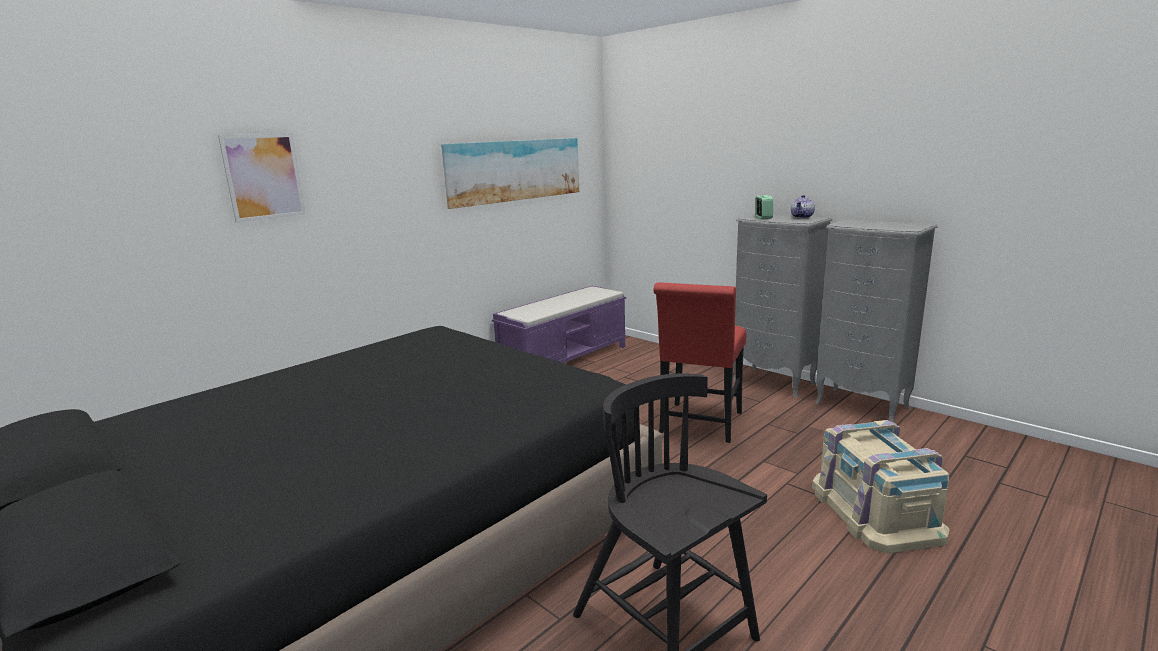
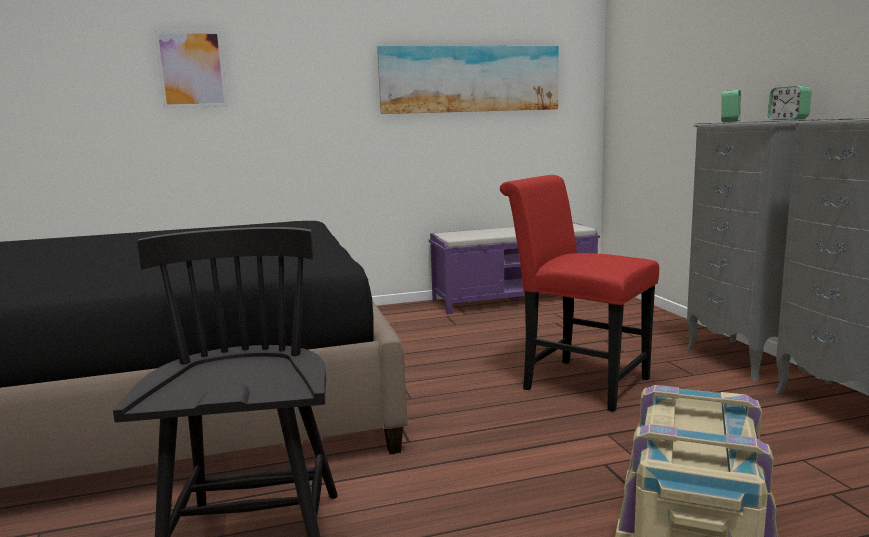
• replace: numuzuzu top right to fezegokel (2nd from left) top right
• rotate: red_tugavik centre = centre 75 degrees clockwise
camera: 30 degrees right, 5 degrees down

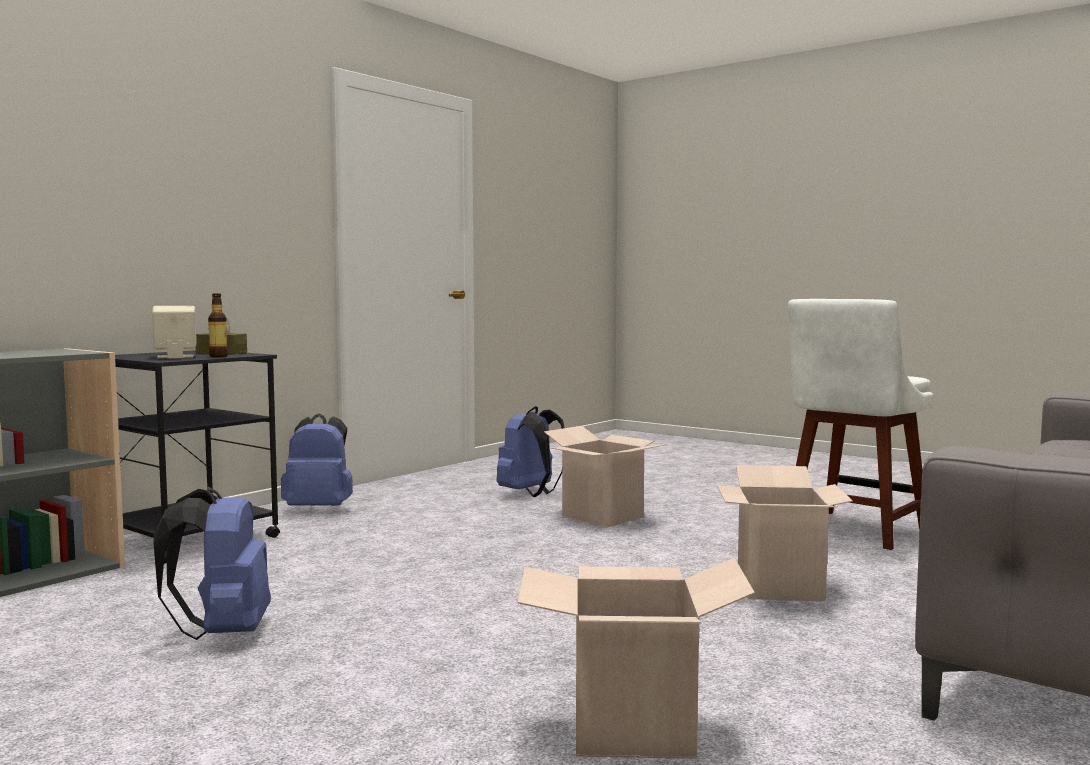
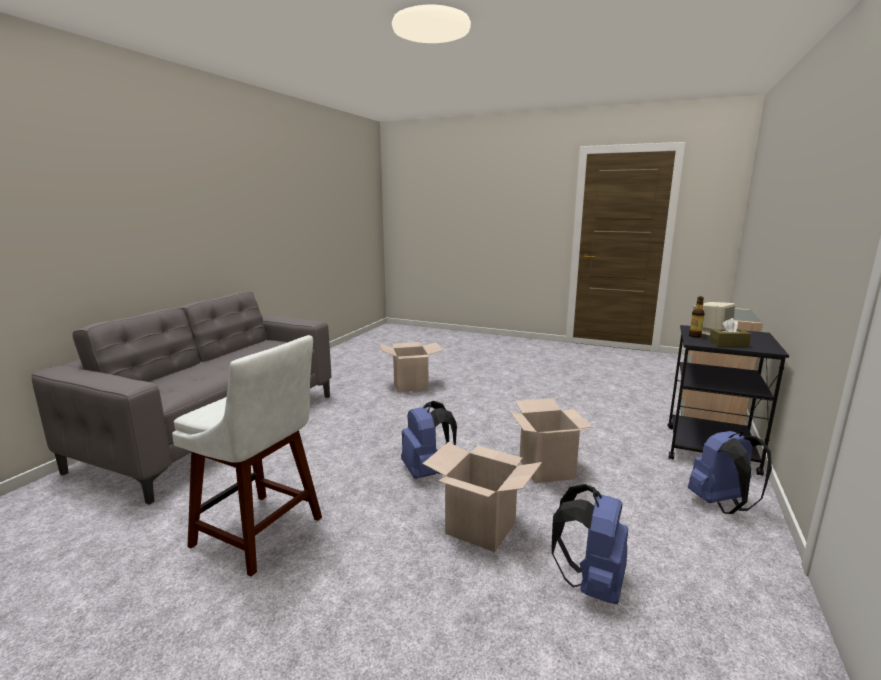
• rotate: white_tugavik middle right = bottom left 90 degrees clockwise
• move: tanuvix (3rd from left) bottom right to centre
• move: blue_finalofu (1st from left) bottom left to centre
camera: 165 degrees right, 10 degrees up

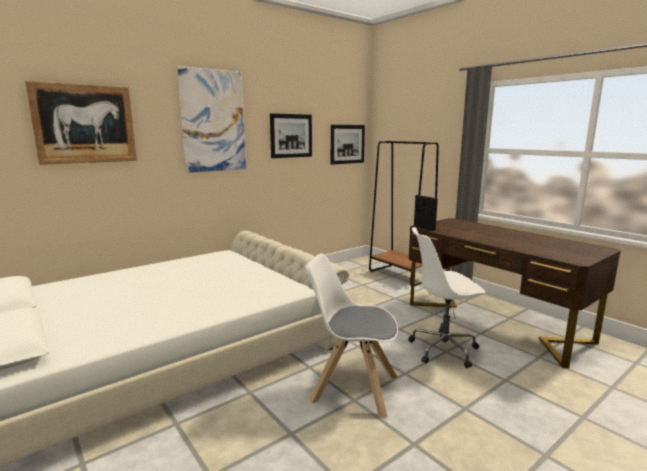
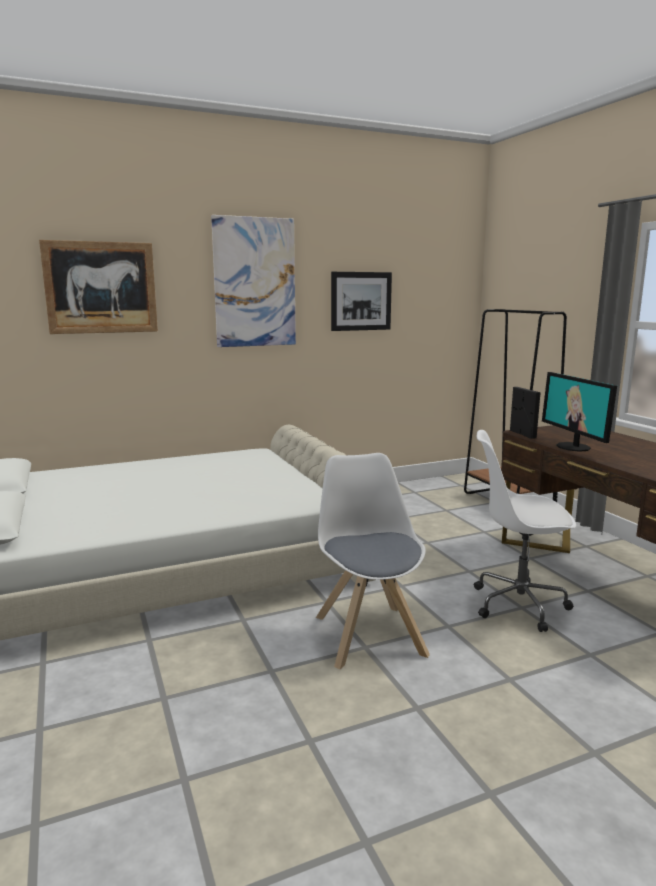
• delete: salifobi (4th from left) top centre
• rotate: tugavik bottom centre = centre 45 degrees clockwise
• insert: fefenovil middle right
camera: 15 degrees right, 0 degrees up

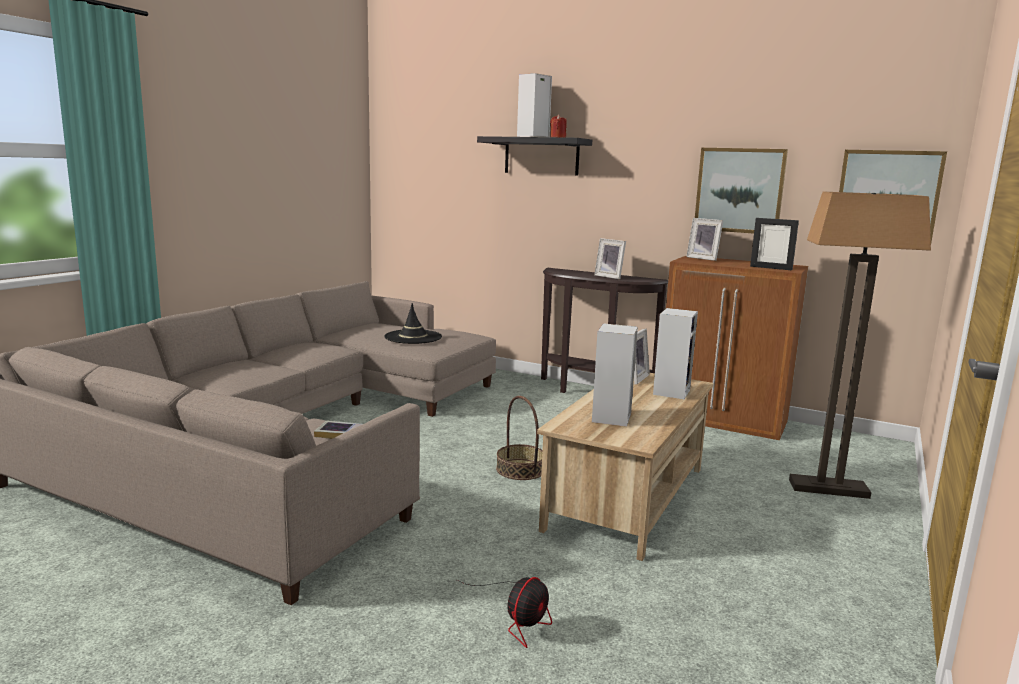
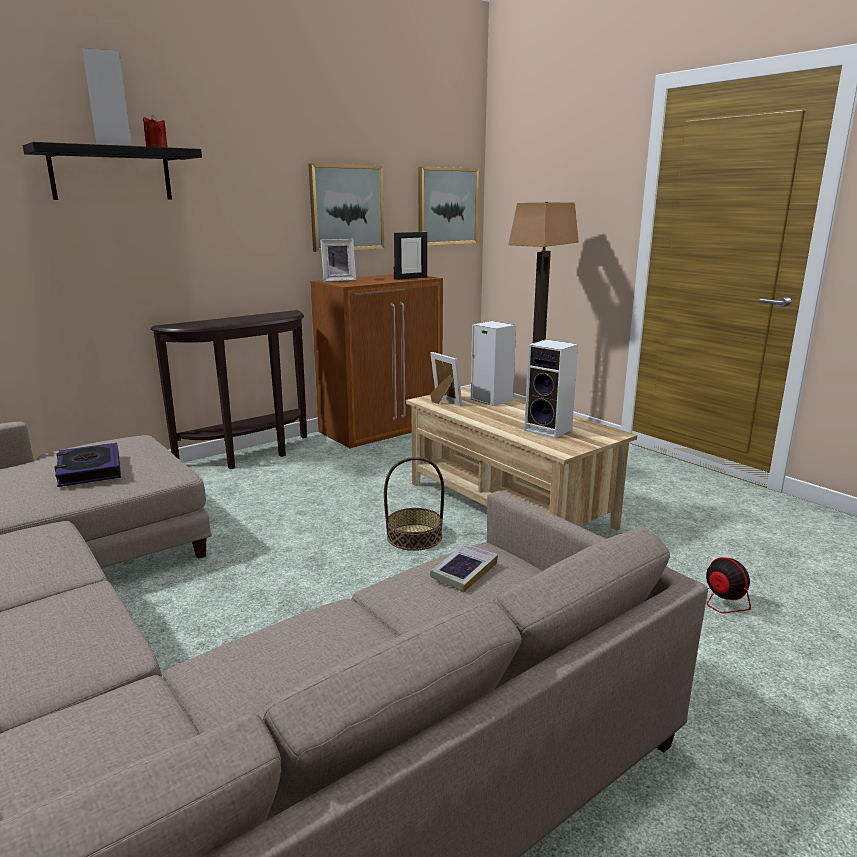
• delete: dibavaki (1st from left) centre
• replace: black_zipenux centre to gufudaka (1st from left) middle left
camera: 65 degrees left, 5 degrees up

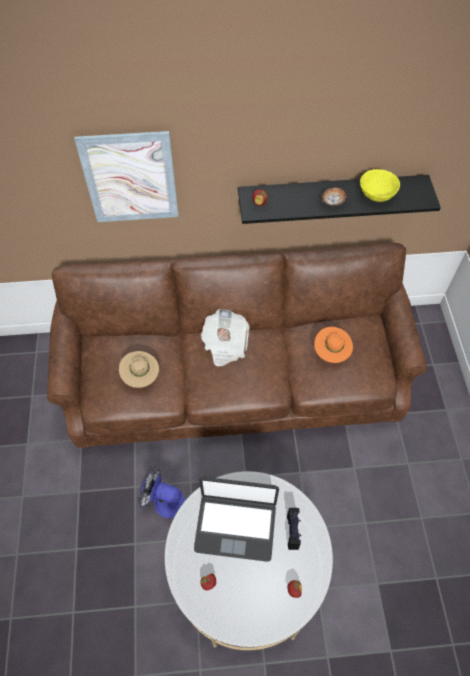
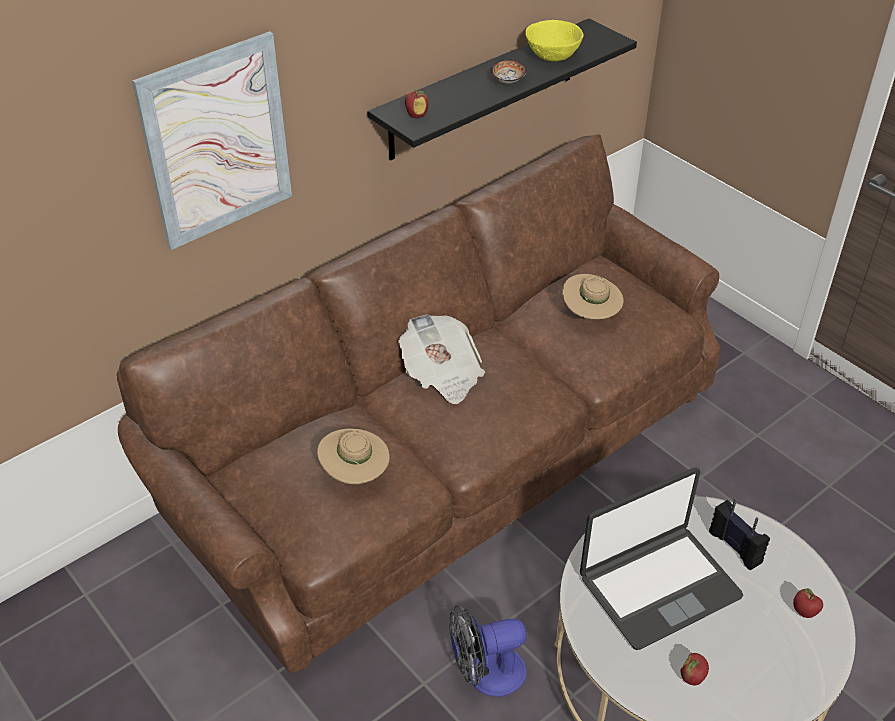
• recolor: orange_zipenux middle right to beige_zipenux (2nd from left) centre
camera: 35 degrees left, 15 degrees down

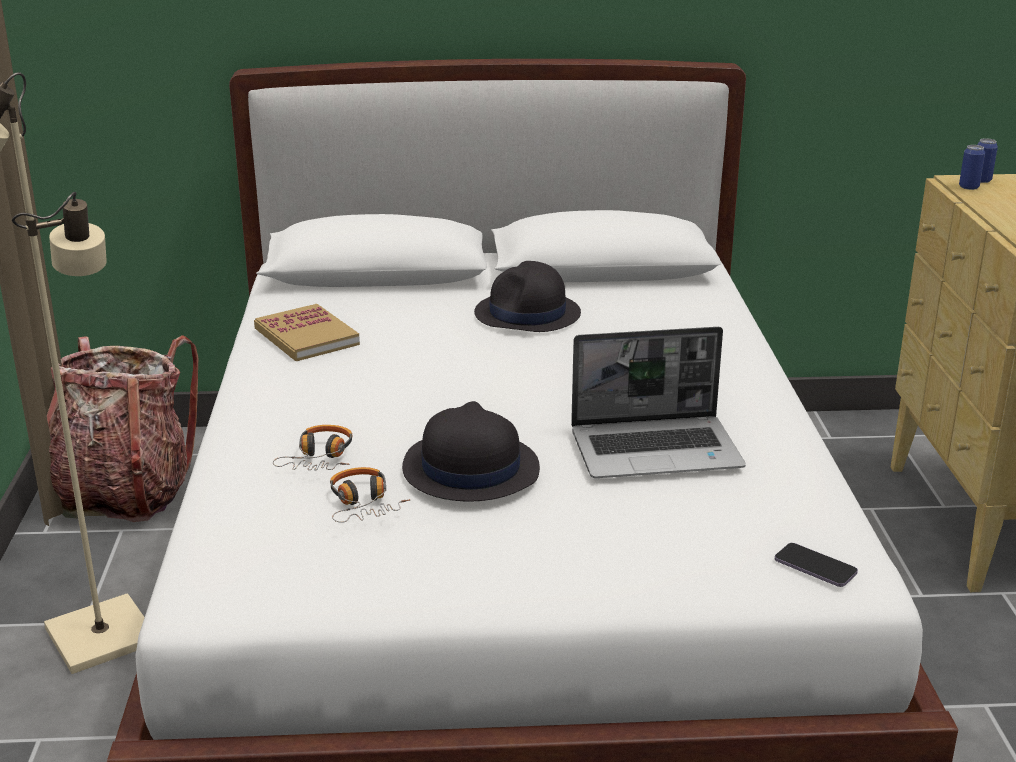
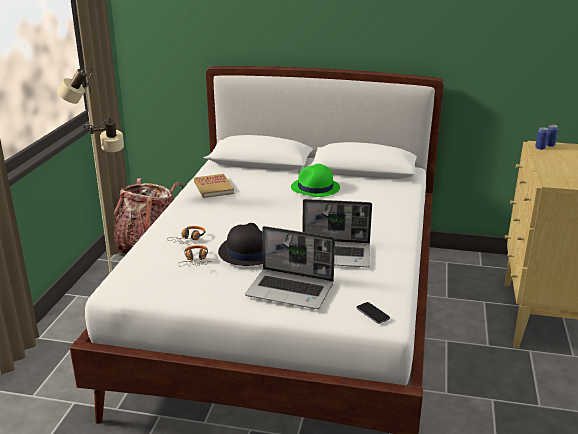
• recolor: black_zipenux (2nd from left) centre to green_zipenux centre
• insert: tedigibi (1st from left) centre
camera: 15 degrees right, 0 degrees up

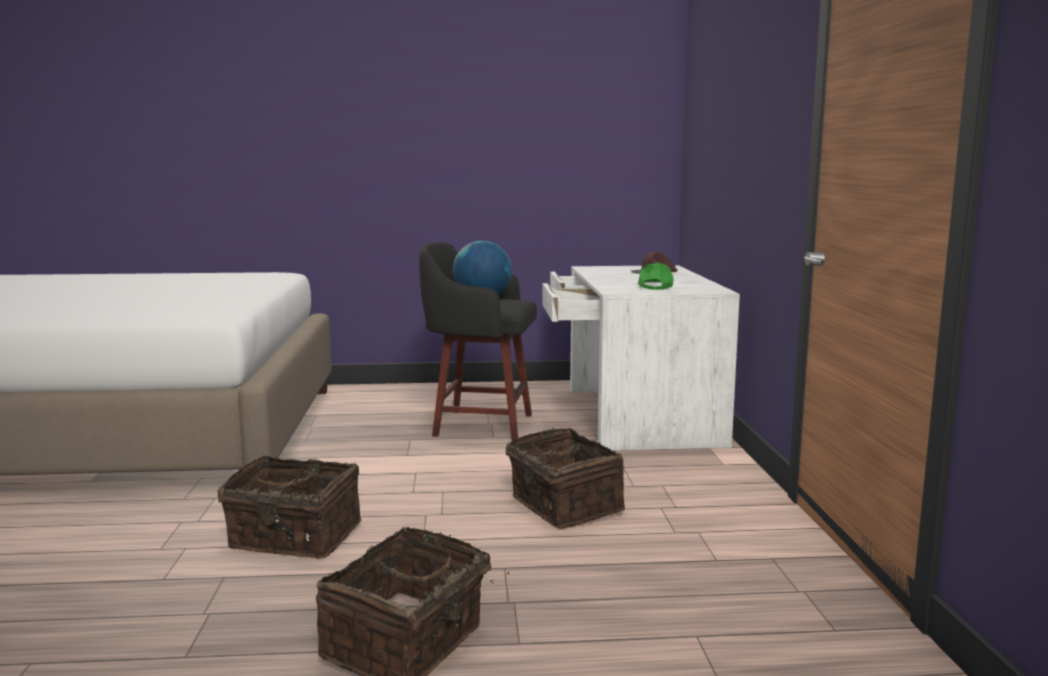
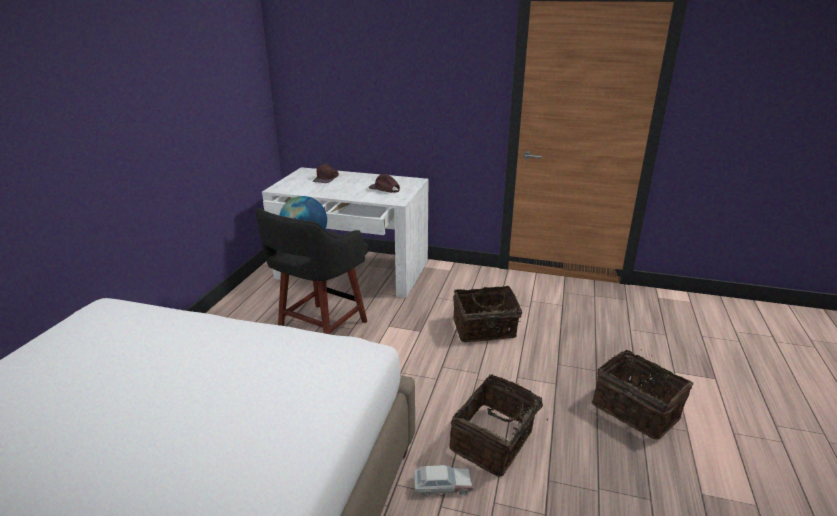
• recolor: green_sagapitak centre to brown_sagapitak (2nd from left) centre
• insert: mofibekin bottom centre
camera: 70 degrees left, 15 degrees up

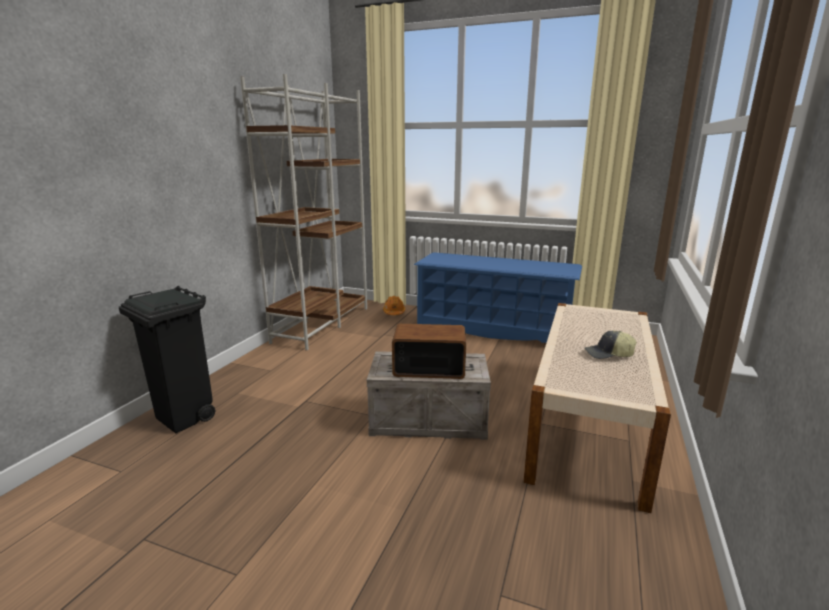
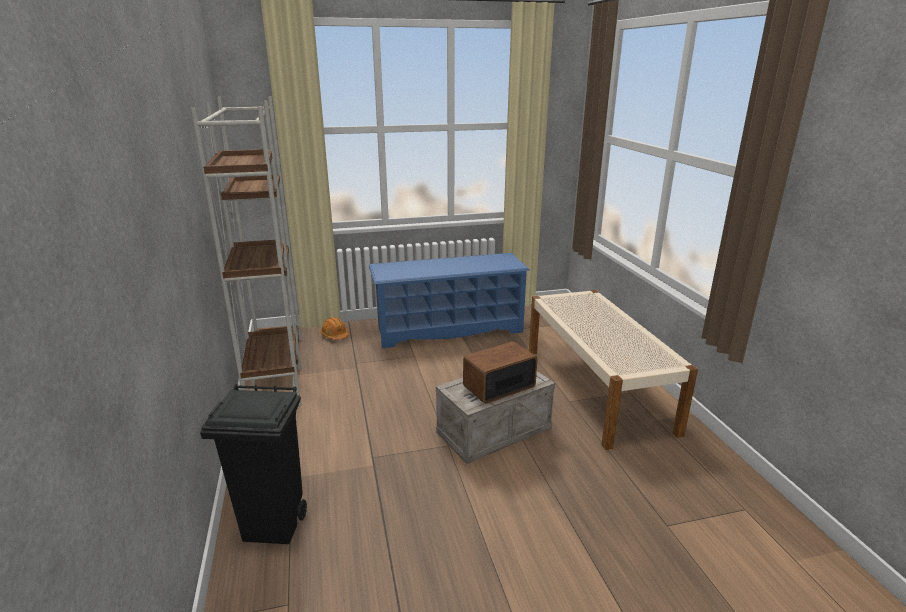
• delete: sagapitak middle right
camera: 35 degrees left, 5 degrees up

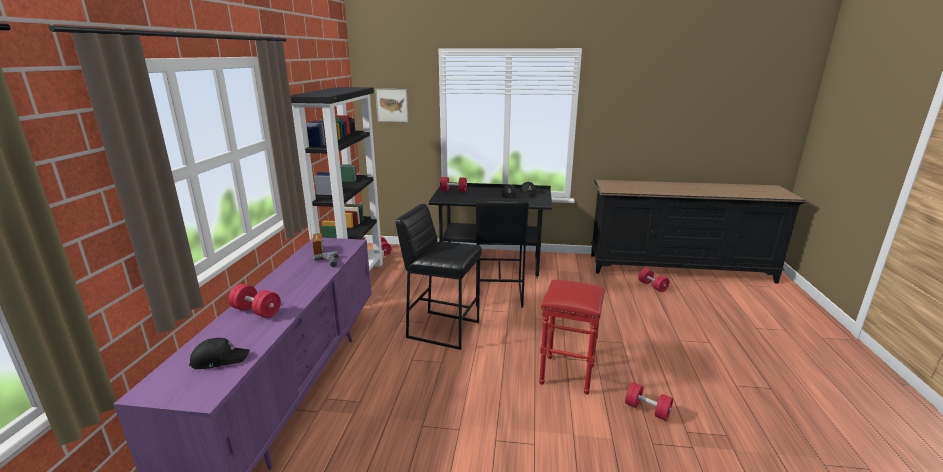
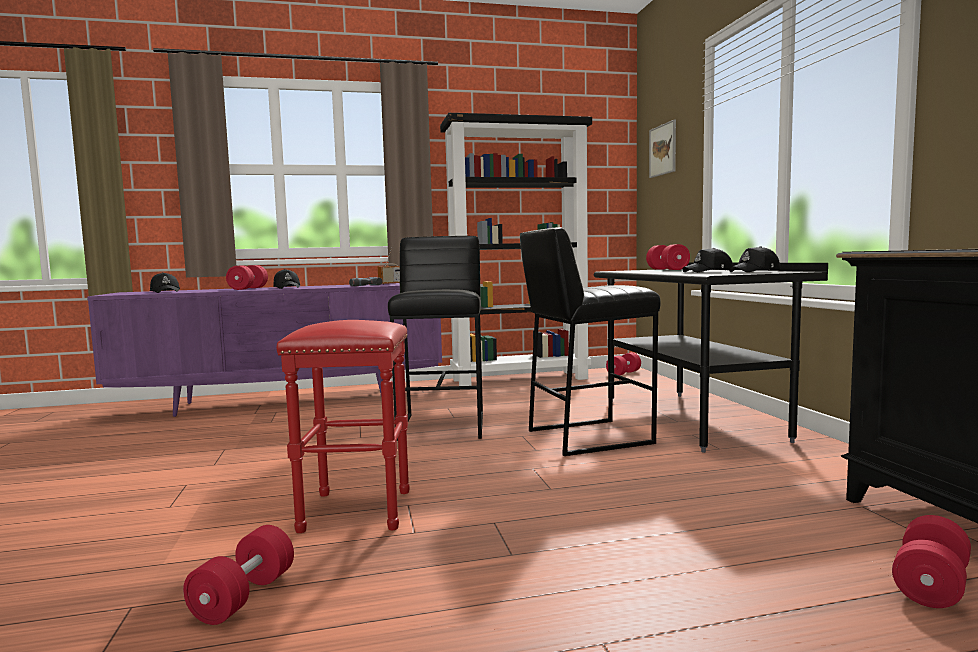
• insert: black_sagapitak (2nd from left) middle left
camera: 70 degrees right, 15 degrees down

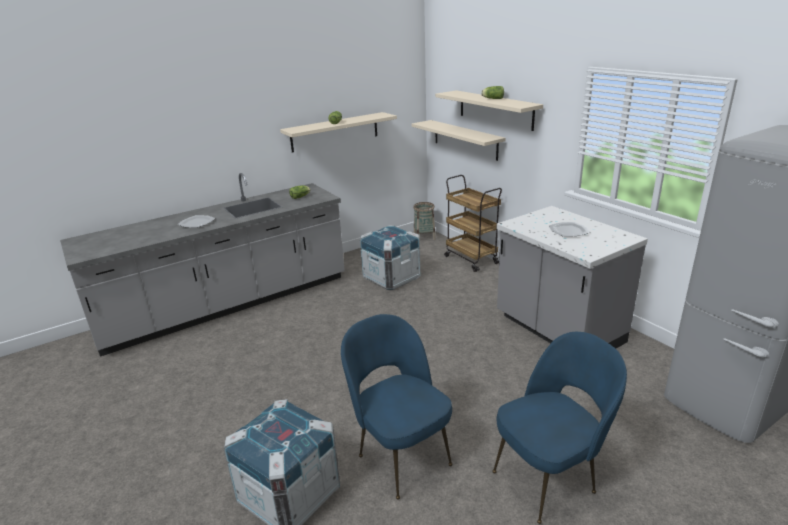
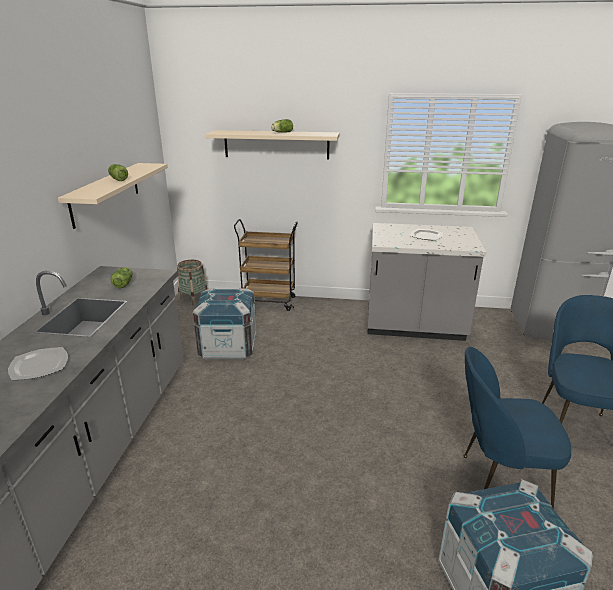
• delete: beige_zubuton (2nd from left) top centre
camera: 50 degrees left, 0 degrees up

